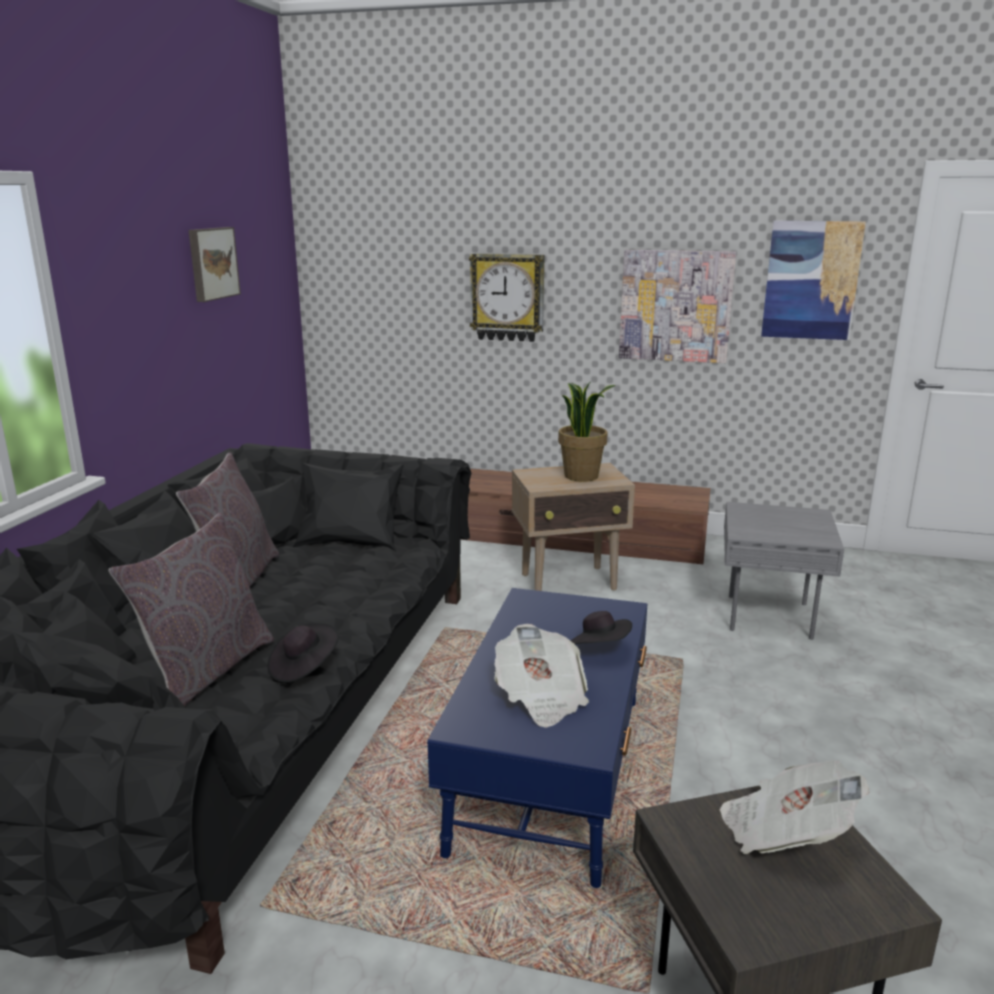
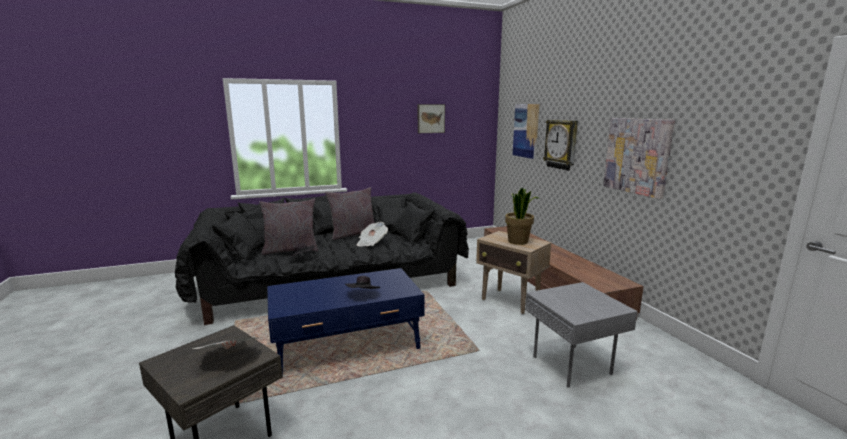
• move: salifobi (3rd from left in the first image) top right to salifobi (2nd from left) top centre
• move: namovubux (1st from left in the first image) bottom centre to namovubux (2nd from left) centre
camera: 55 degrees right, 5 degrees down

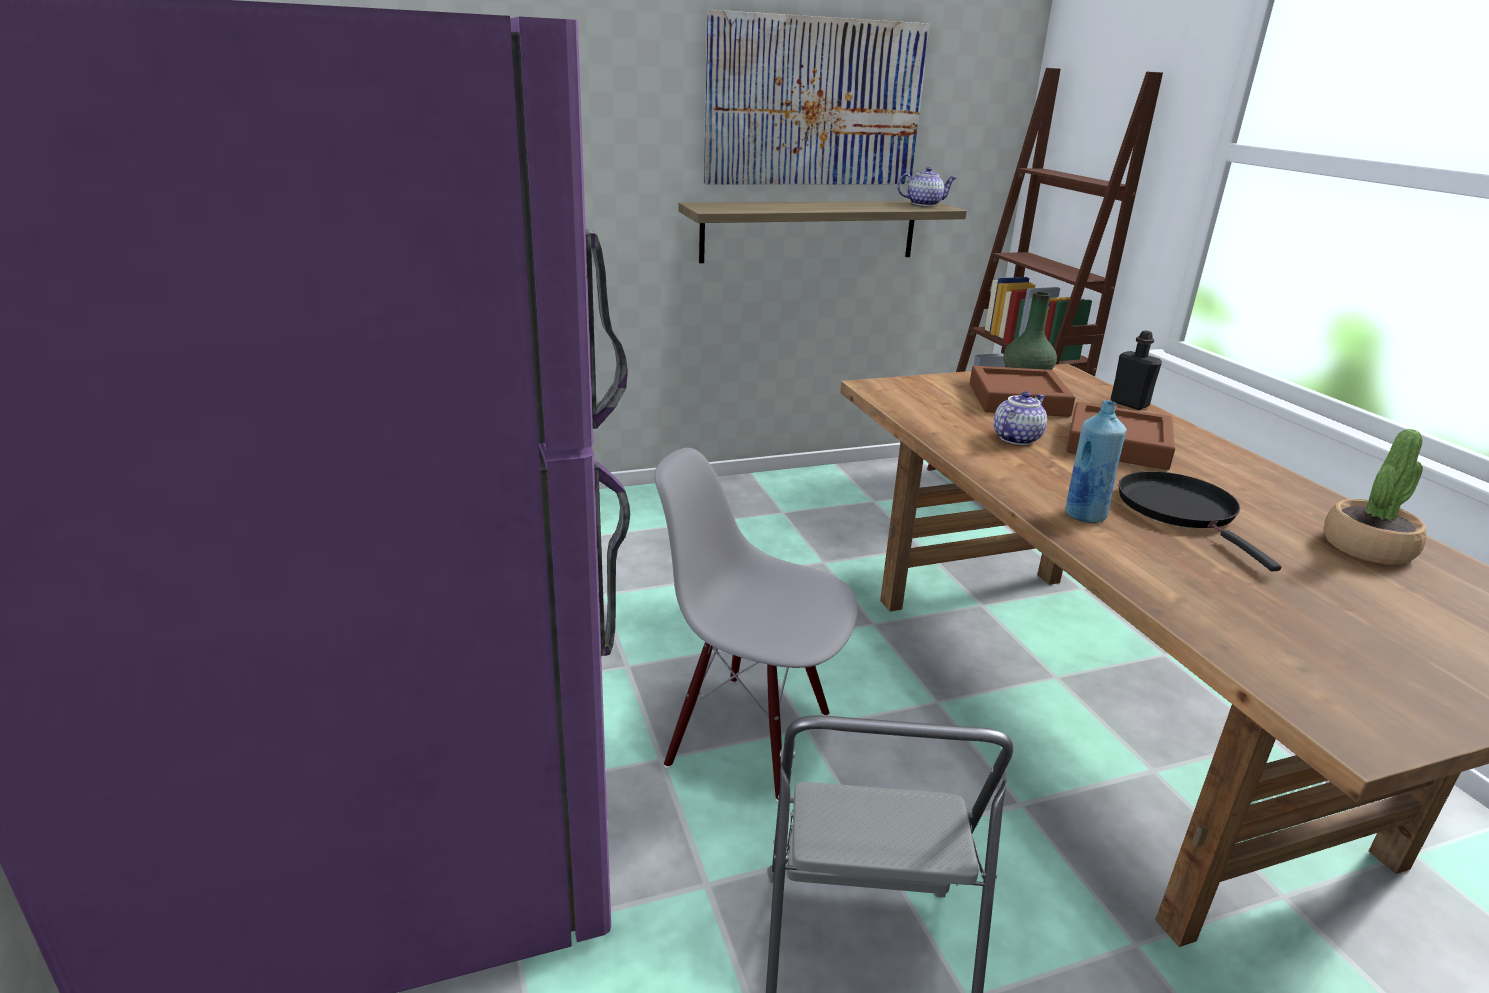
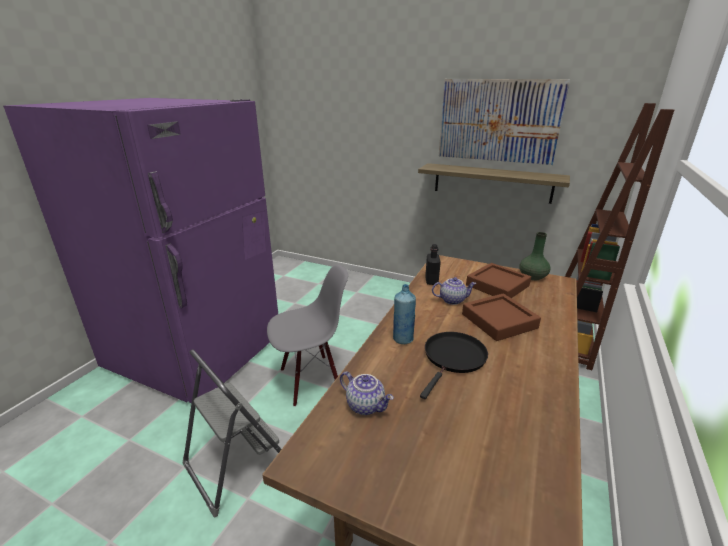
• move: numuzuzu (1st from left) top centre to bottom centre
• move: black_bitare middle right to centre
• delete: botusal middle right
• rotate: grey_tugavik centre = centre 90 degrees clockwise
camera: 45 degrees right, 0 degrees up

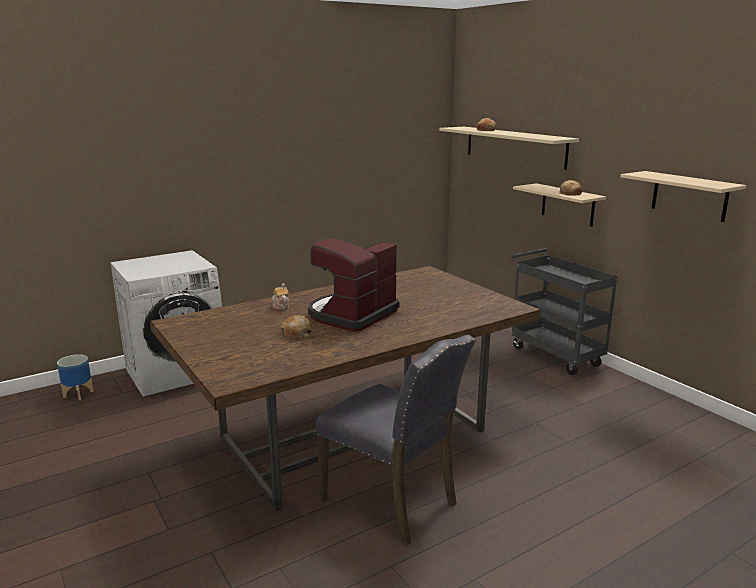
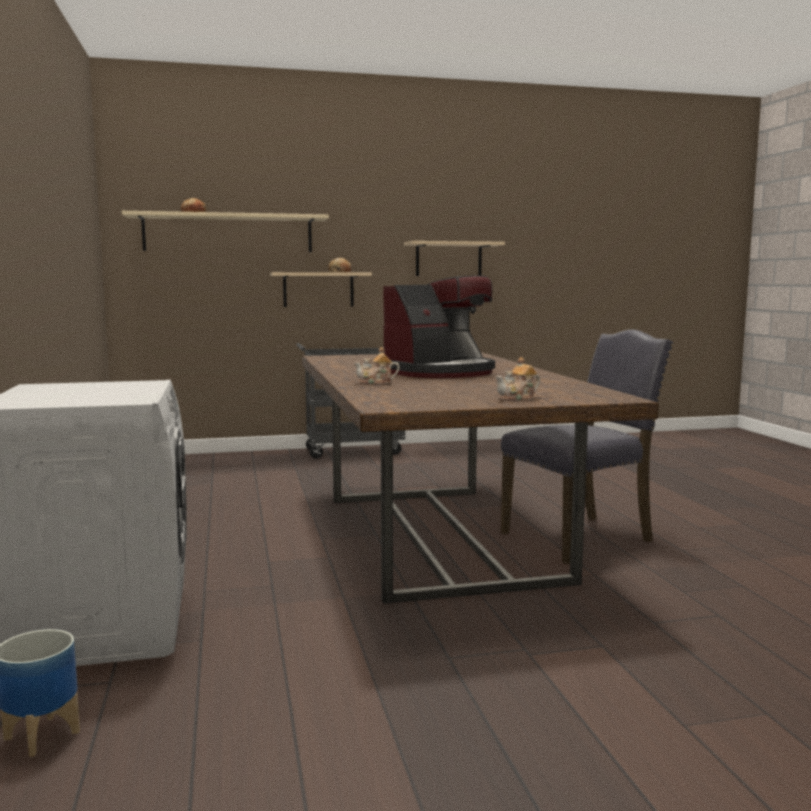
• rotate: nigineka centre = centre 90 degrees counterclockwise
• delete: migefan (1st from left) centre
• insert: numuzuzu (2nd from left) centre
camera: 70 degrees left, 10 degrees down

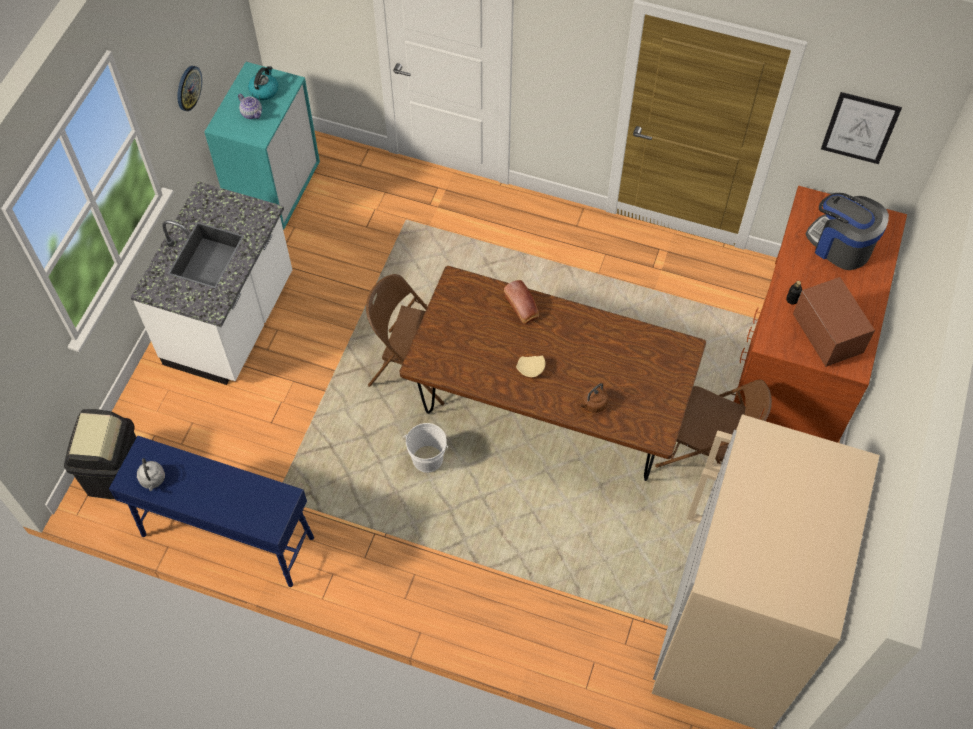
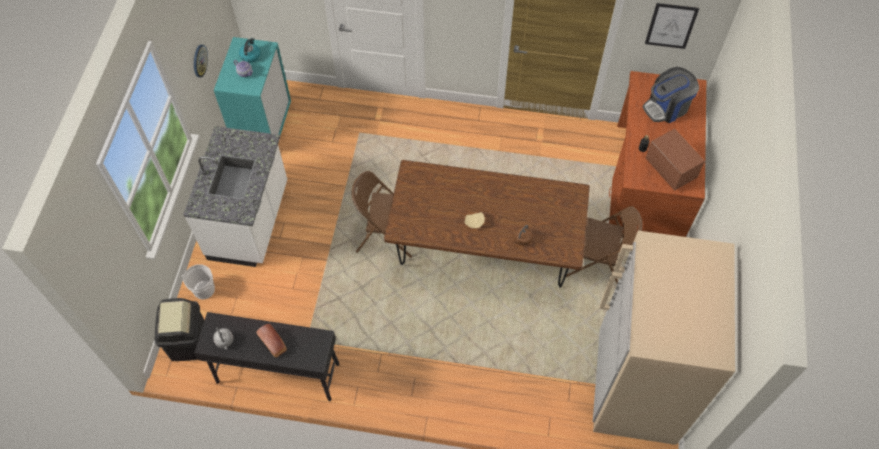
• rotate: nigineka top right = top right 60 degrees counterclockwise
• move: migefan centre to bottom left
• move: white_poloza centre to middle left
• recolor: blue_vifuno bottom left to black_vifuno bottom left
camera: 10 degrees left, 0 degrees up

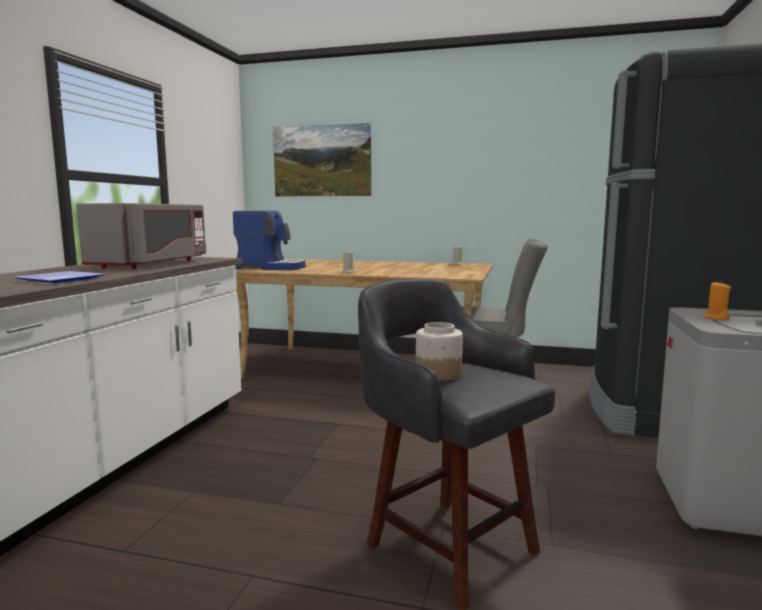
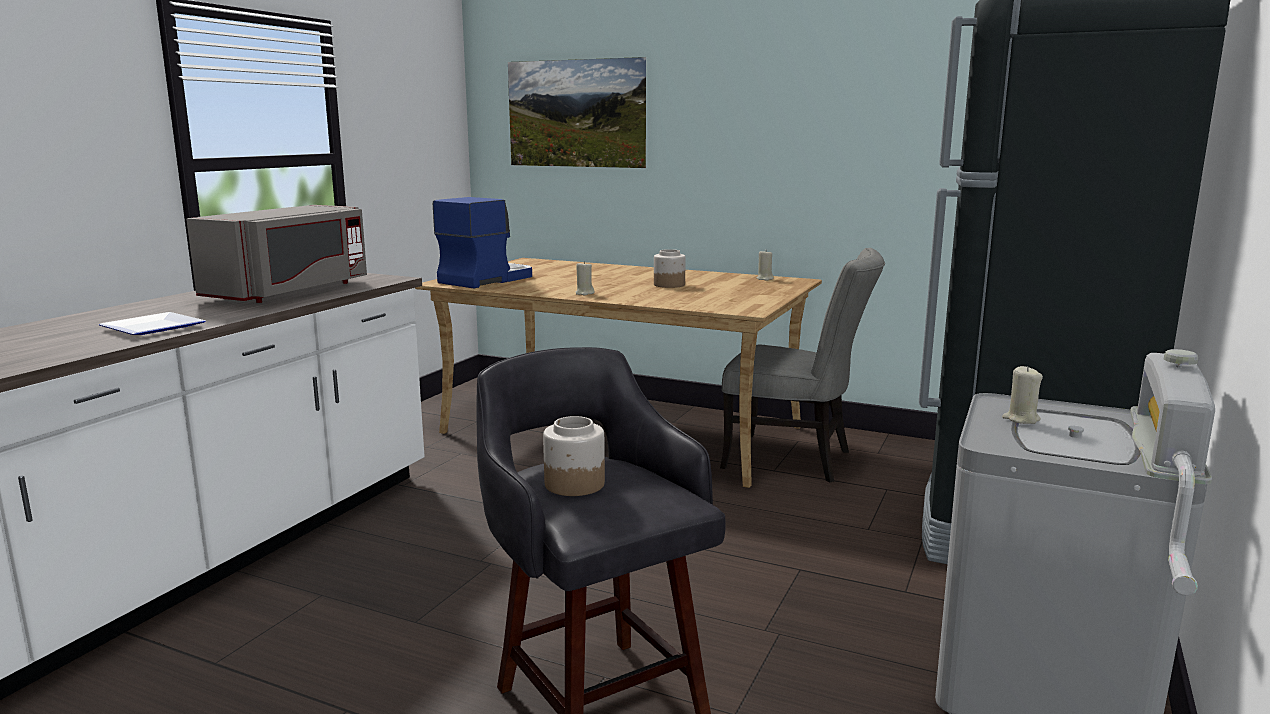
• rotate: nigineka centre = centre 75 degrees counterclockwise
• recolor: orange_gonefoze middle right to beige_gonefoze (3rd from left) middle right
• insert: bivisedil (2nd from left) centre
camera: 10 degrees right, 5 degrees up

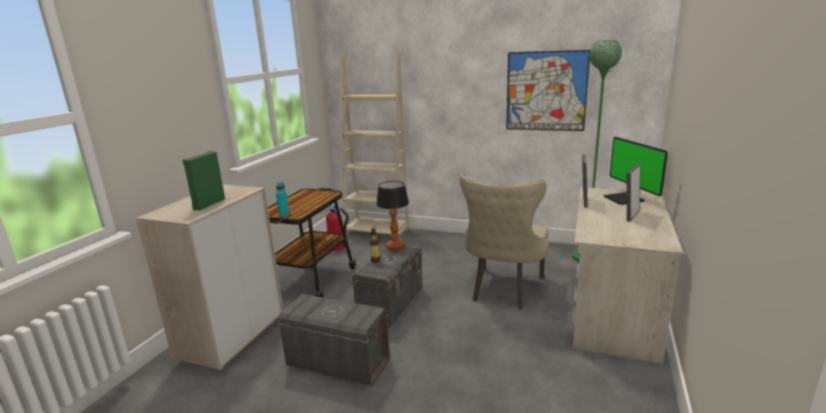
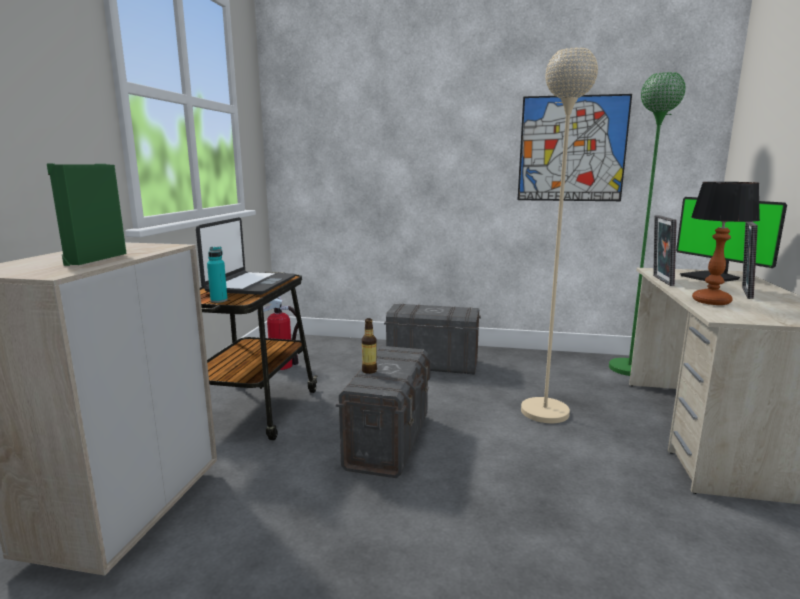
• delete: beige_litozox centre
• replace: beige_tugavik centre to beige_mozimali middle right
• move: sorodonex centre to middle right
• move: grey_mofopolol (1st from left in the first image) bottom centre to grey_mofopolol (2nd from left) centre
• insert: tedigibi middle left
camera: 10 degrees left, 5 degrees down

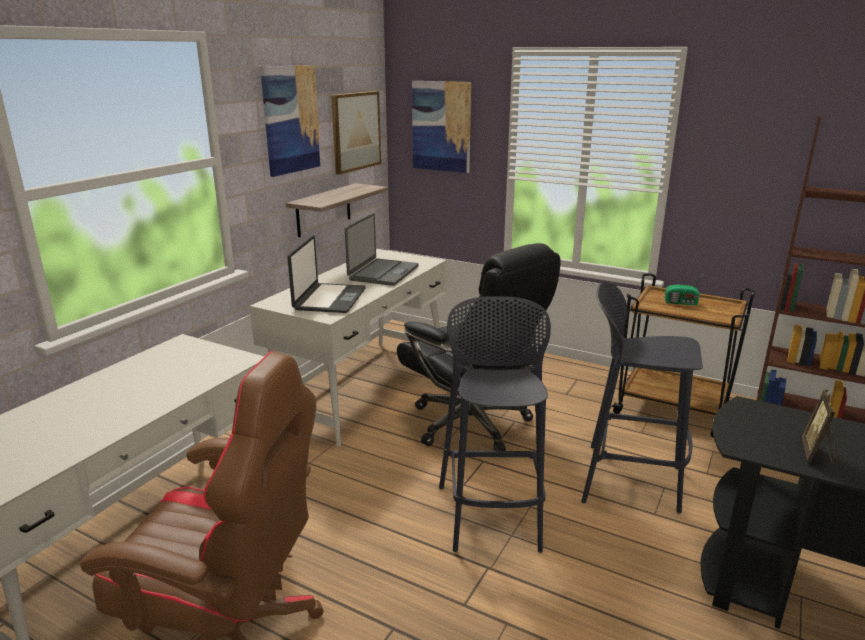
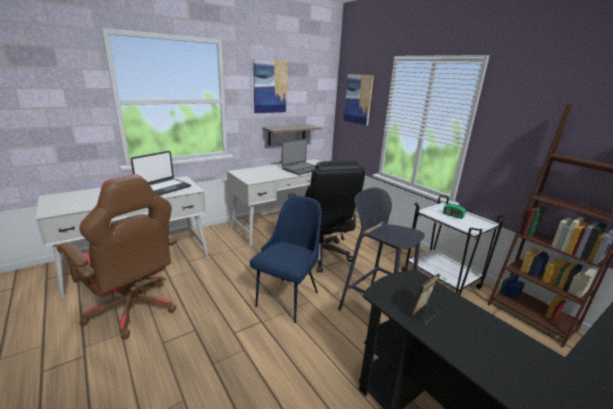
• delete: salifobi (2nd from left) top centre
• move: tedigibi (1st from left) centre to middle left
• recolor: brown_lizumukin middle right to white_lizumukin middle right
• replace: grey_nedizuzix (1st from left) centre to blue_tugavik centre
camera: 25 degrees right, 0 degrees up

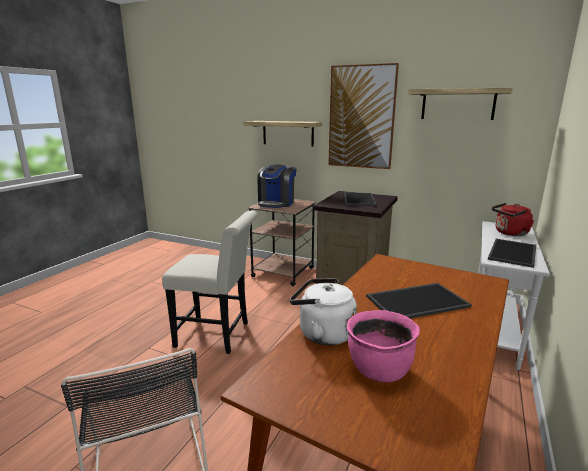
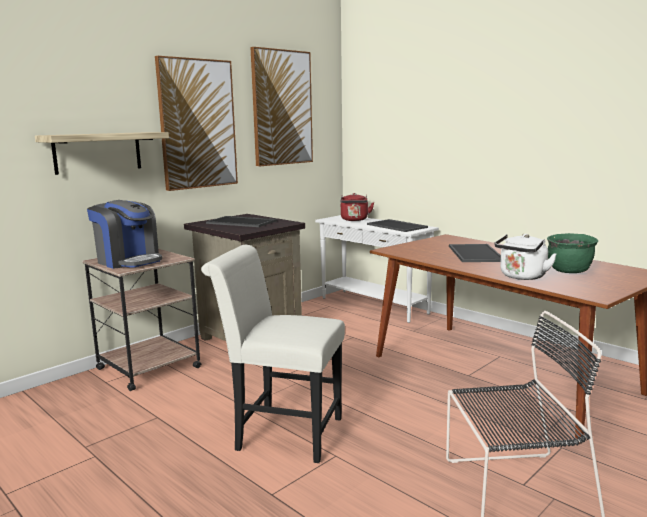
• replace: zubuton (2nd from left) top right to salifobi (2nd from left) top centre
• rotate: white_tugavik centre = bottom centre 105 degrees counterclockwise
• recolor: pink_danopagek bottom centre to green_danopagek middle right
camera: 70 degrees left, 5 degrees down

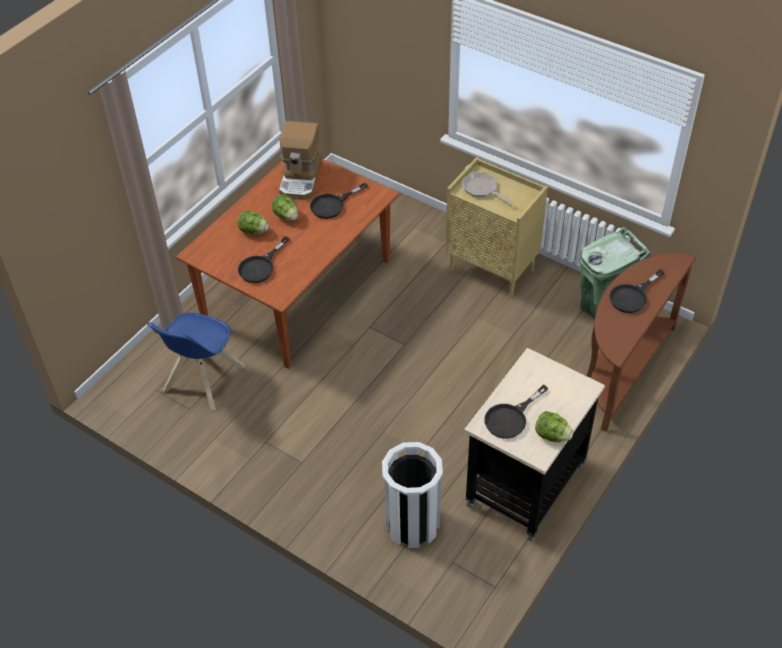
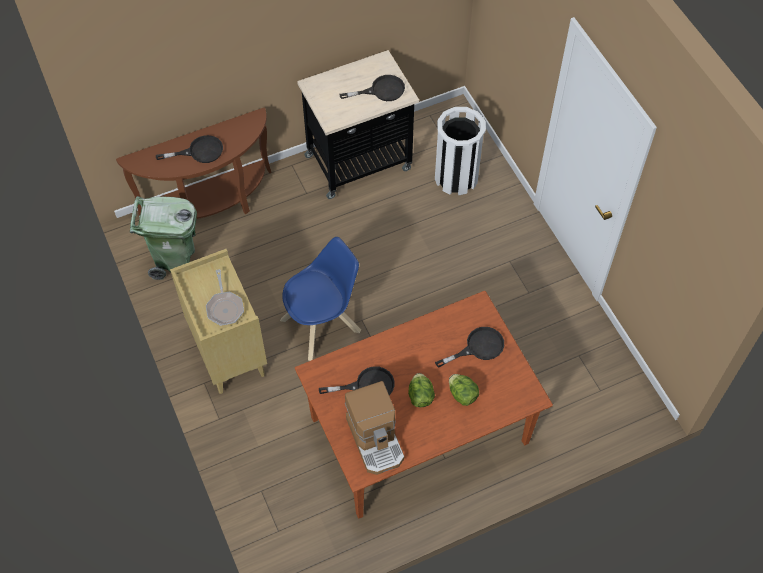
• rotate: nigineka top centre = bottom centre 120 degrees clockwise
• move: blue_tugavik middle left to centre
• delete: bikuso (3rd from left) middle right
camera: 150 degrees left, 10 degrees up

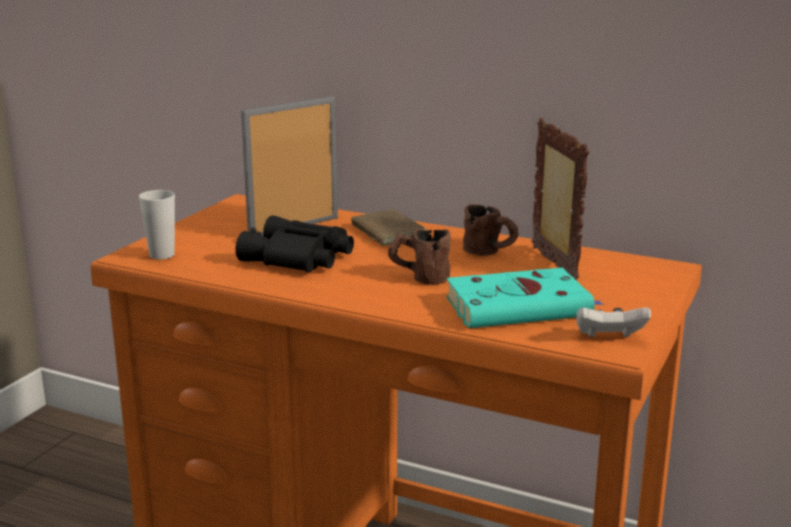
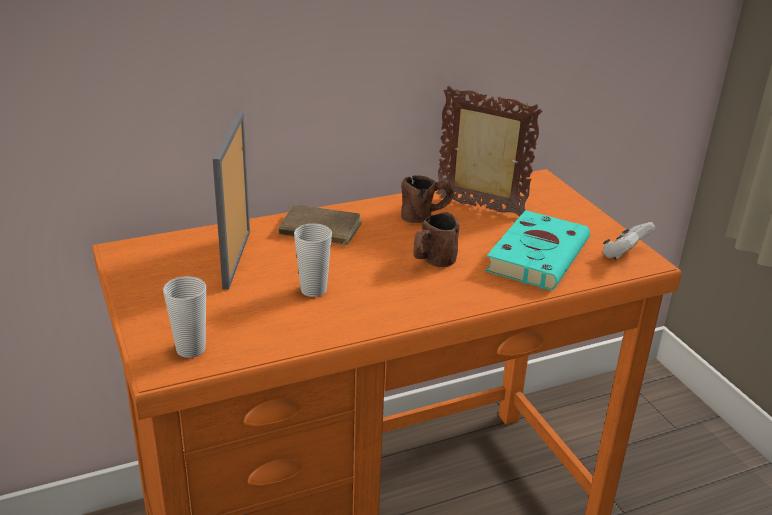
• replace: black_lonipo centre to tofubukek (2nd from left) centre
camera: 50 degrees left, 10 degrees up

